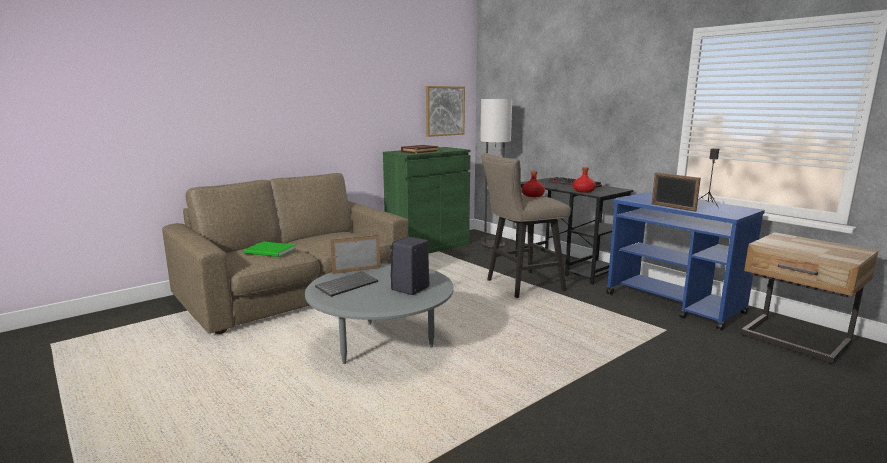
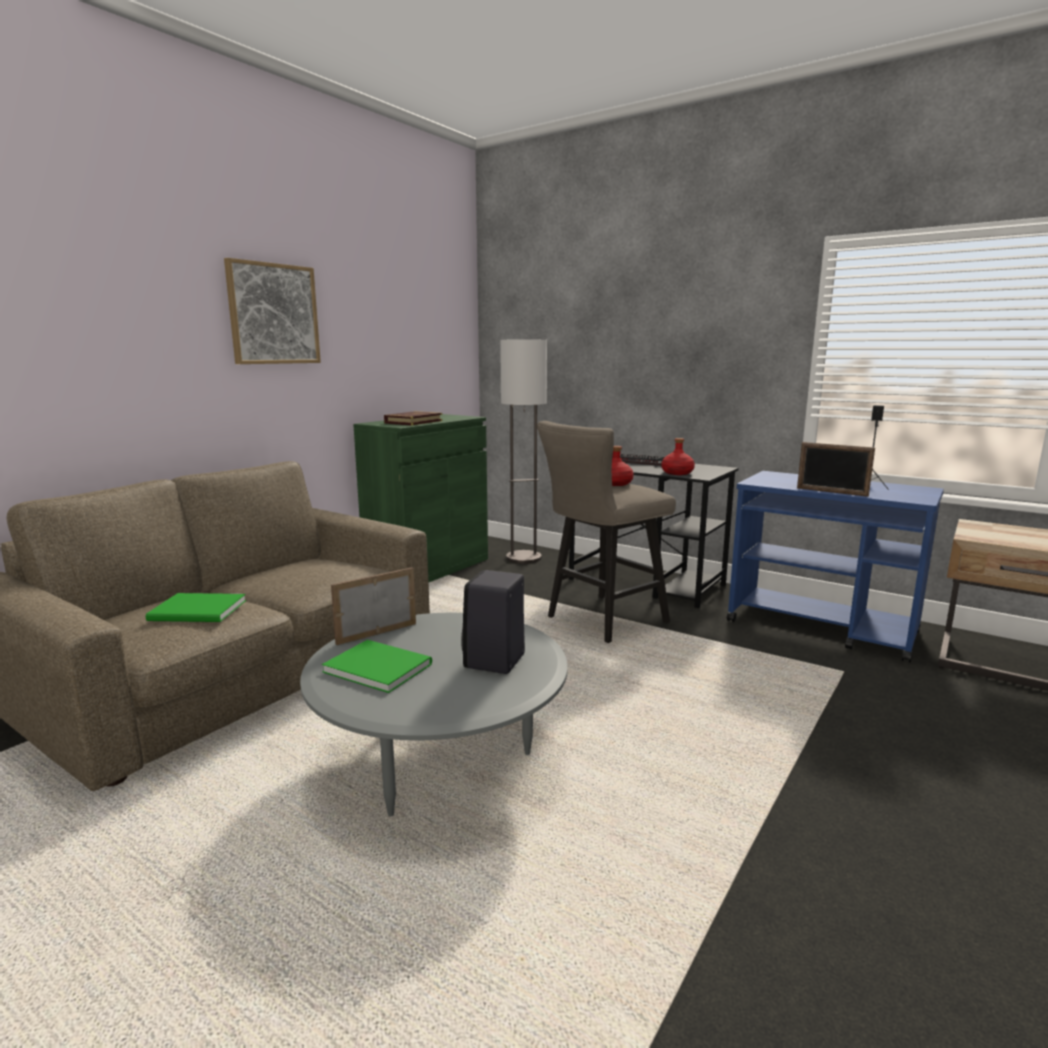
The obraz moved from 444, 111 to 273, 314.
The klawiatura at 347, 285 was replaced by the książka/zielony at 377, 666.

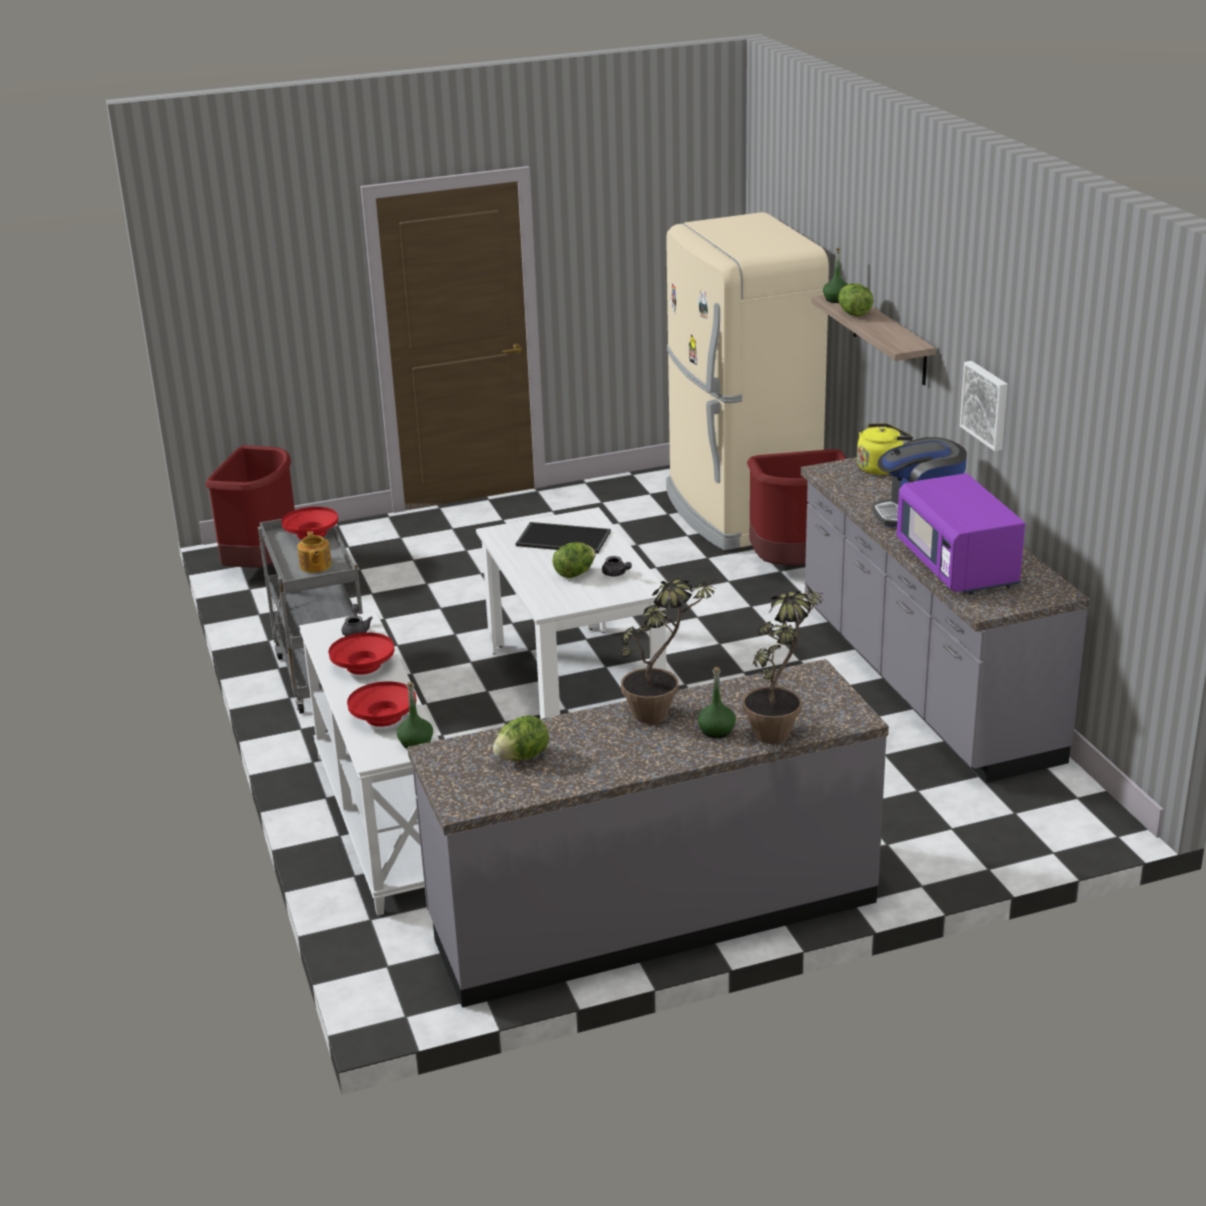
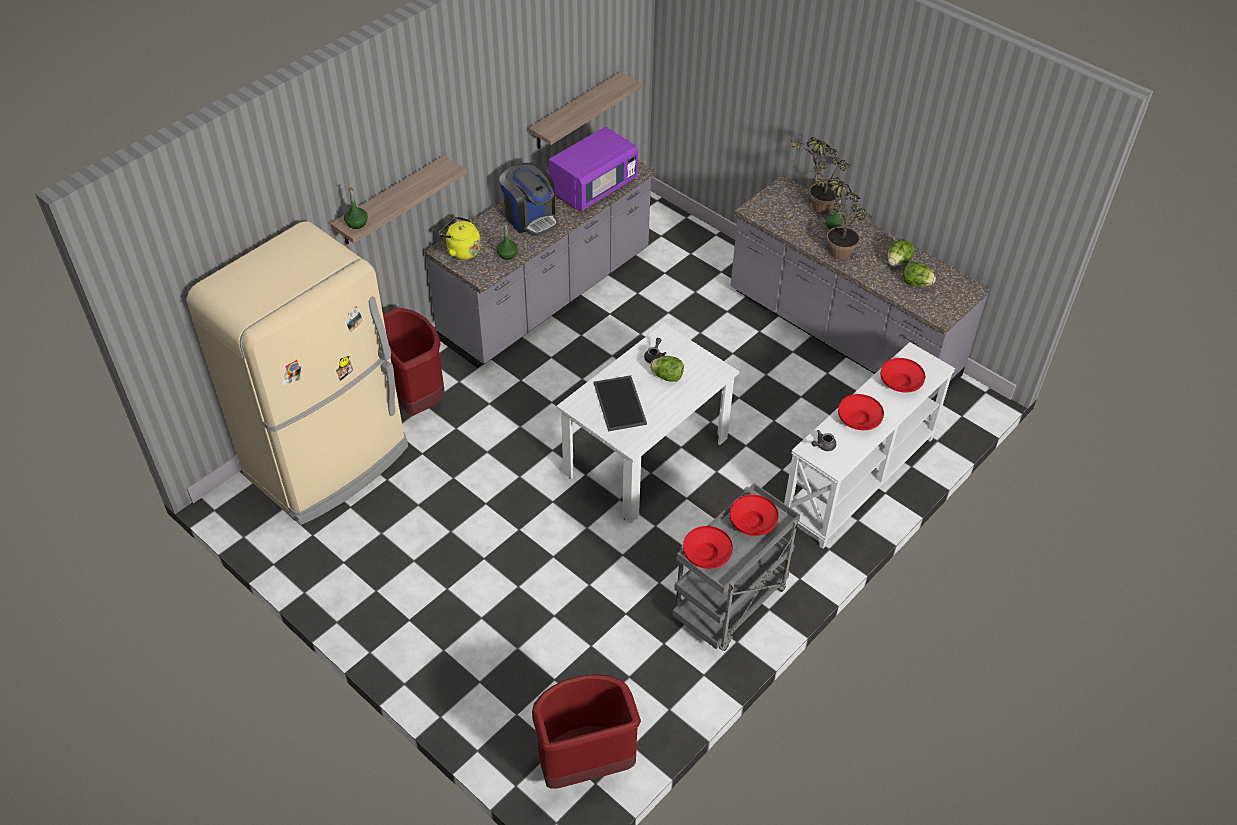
The sałata moved from 854, 314 to 897, 262.
The obraz at 986, 405 disappeared.
The imbryk at 315, 566 was replaced by the miska/czerwony at 752, 523.
The butelka/zielony moved from 416, 743 to 507, 254.
The półka at 575, 112 appeared.

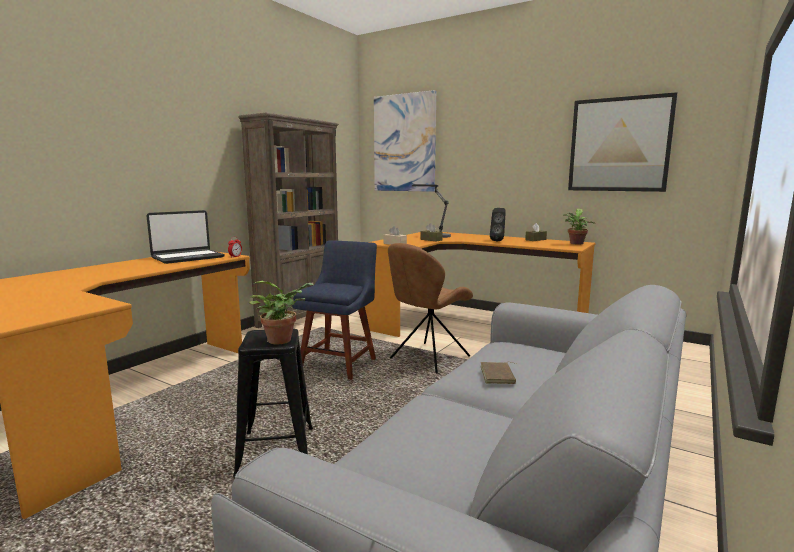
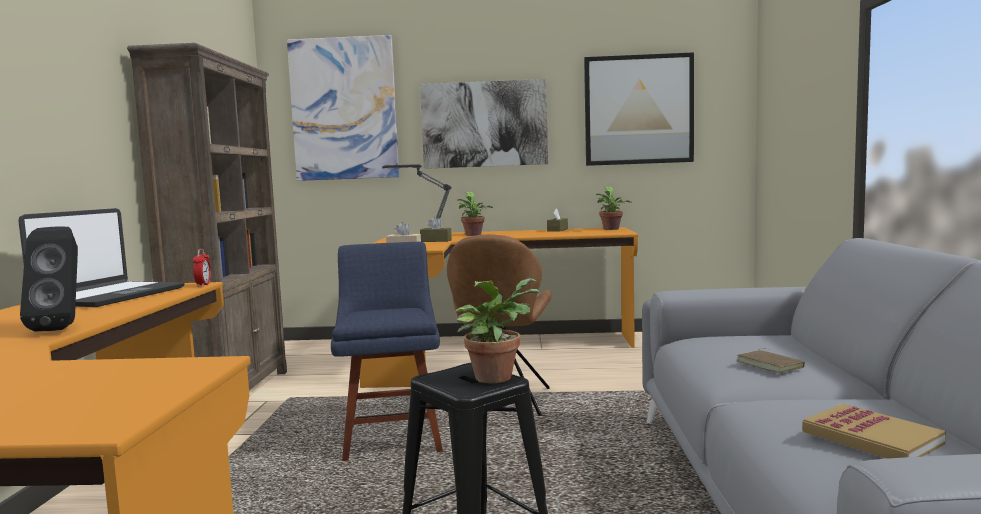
The głośnik/czarny moved from 497, 241 to 62, 328.
The obraz at 484, 124 appeared.
The roślina doniczkowa at 473, 235 appeared.
The książka at 871, 438 appeared.

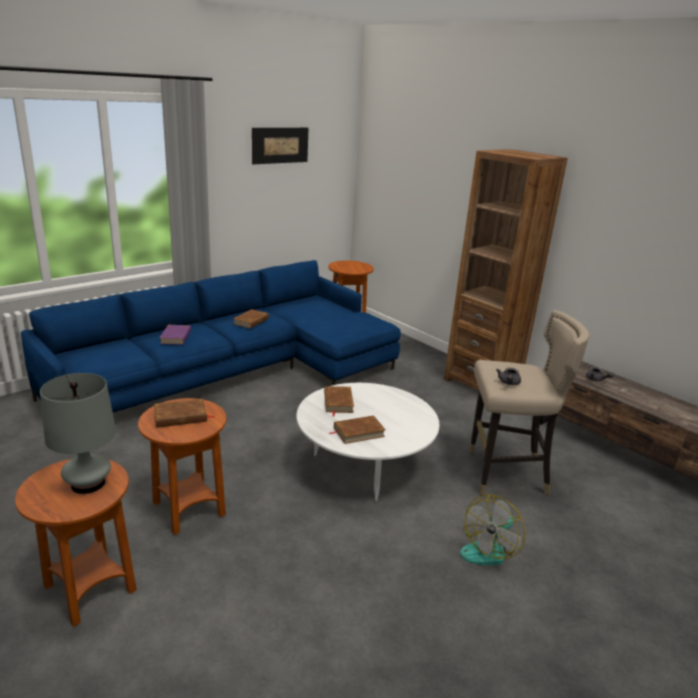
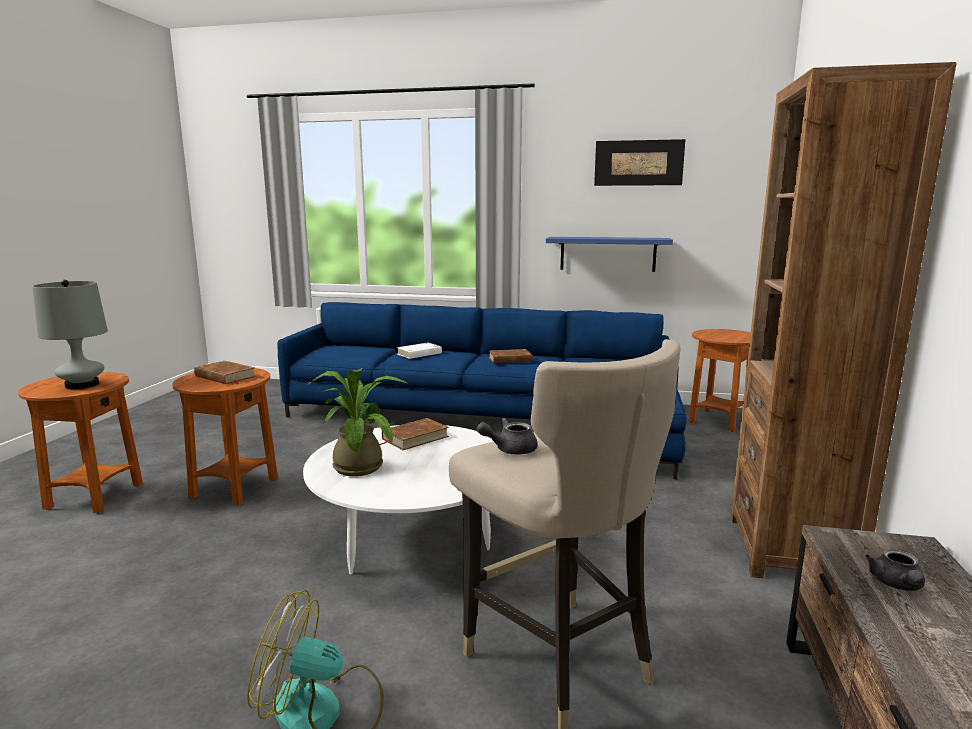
The książka/fioletowy at 176, 337 became the książka/biały at 419, 353.
The książka/brązowy at 358, 432 was replaced by the roślina doniczkowa at 359, 464.
The półka/niebieski at 607, 254 appeared.

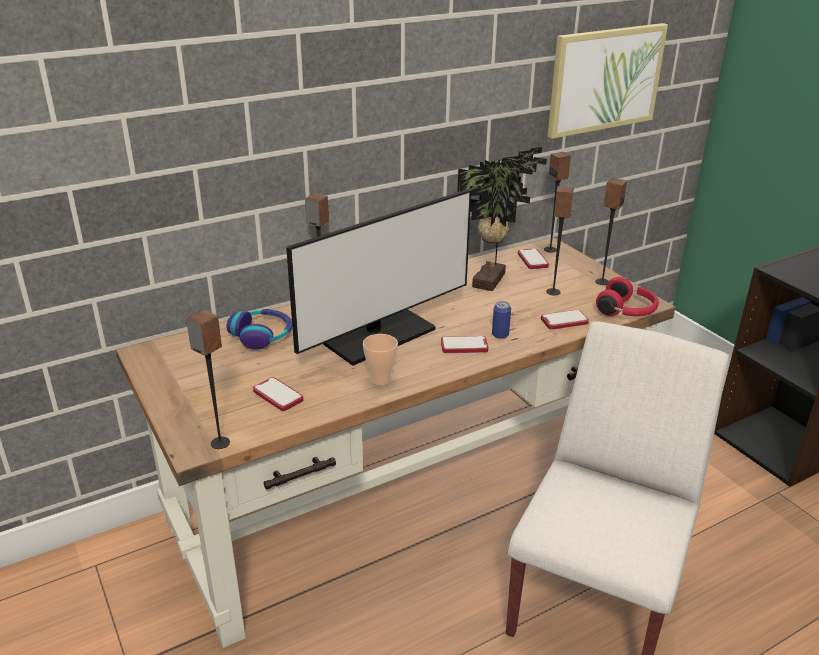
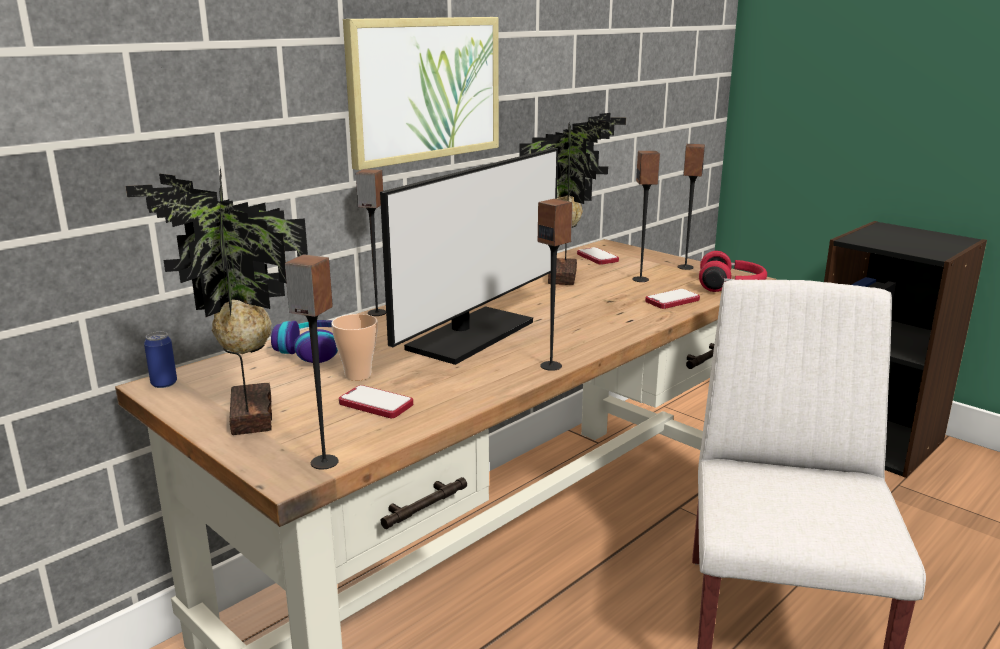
The obraz moved from 605, 79 to 424, 89.
The głośnik moved from 550, 249 to 551, 366.
The puszka moved from 500, 335 to 164, 383.
The filiżanka moved from 380, 380 to 358, 375.
The telefon at 464, 346 disappeared.
The roślina doniczkowa at 246, 418 appeared.

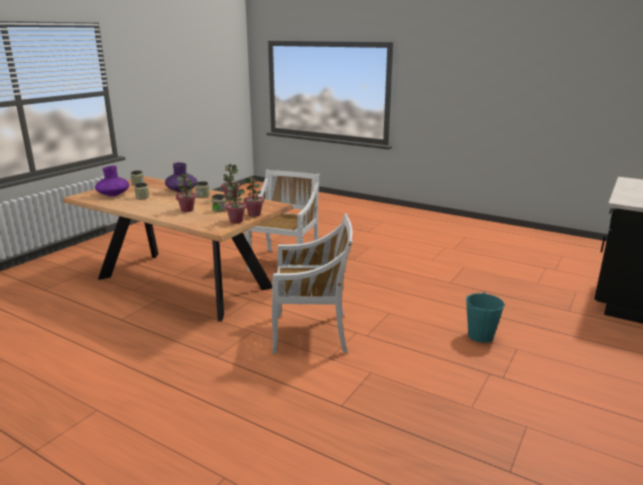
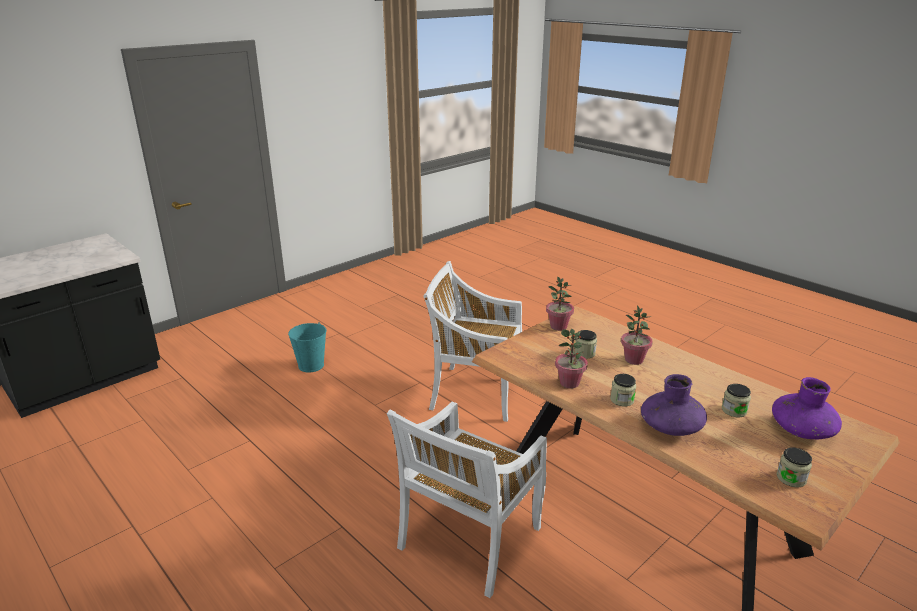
The roślina doniczkowa at 254, 214 disappeared.

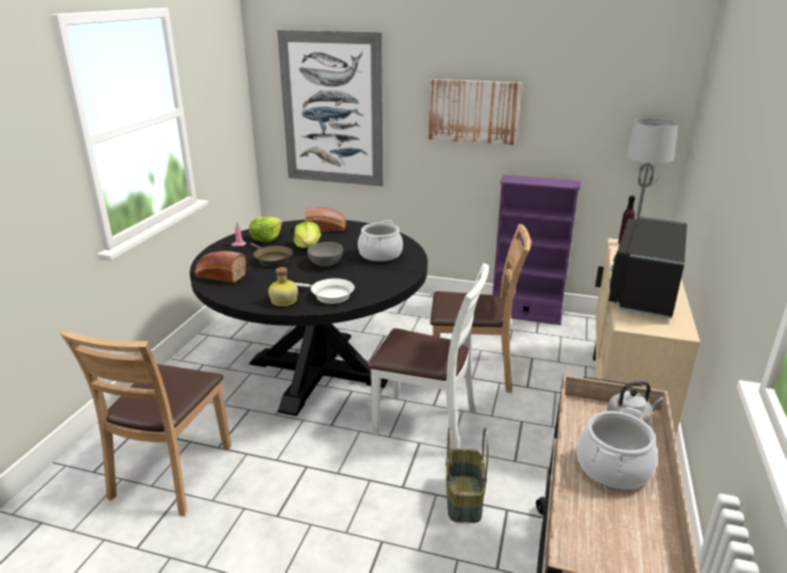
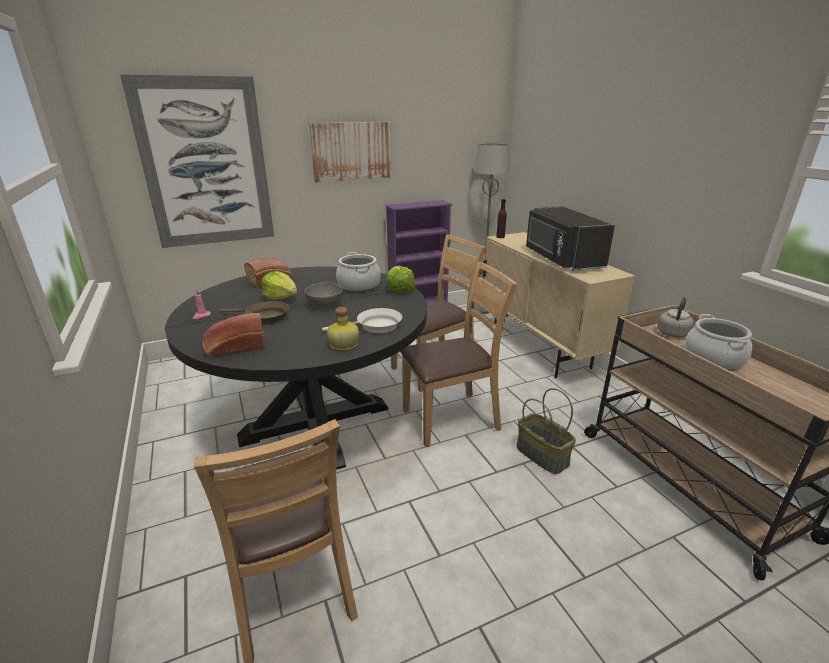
The sałata moved from 266, 238 to 399, 289.
The krzesło/biały at 426, 423 became the krzesło/brązowy at 451, 419.

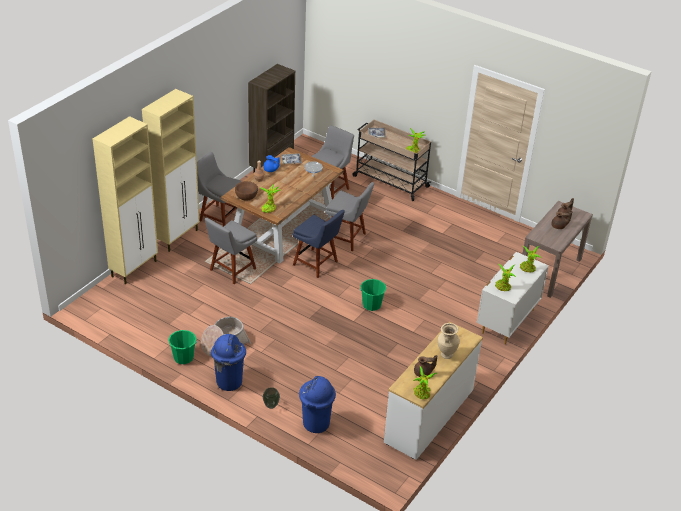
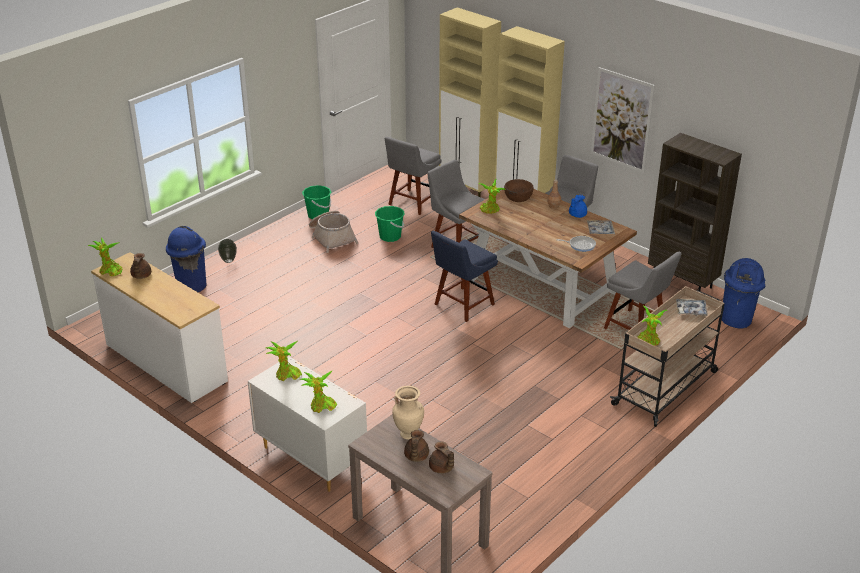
The krzesło/szary moved from 347, 238 to 412, 203.
The wiadro/zielony moved from 371, 305 to 390, 236.
The wazon/beżowy moved from 446, 355 to 408, 434.
The kosz na śmieci/niebieski moved from 229, 381 to 737, 320.
The obraz at 622, 120 appeared.

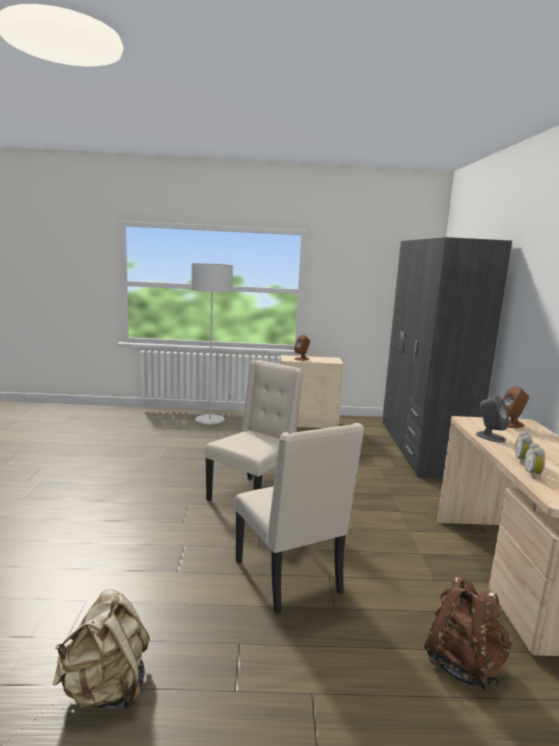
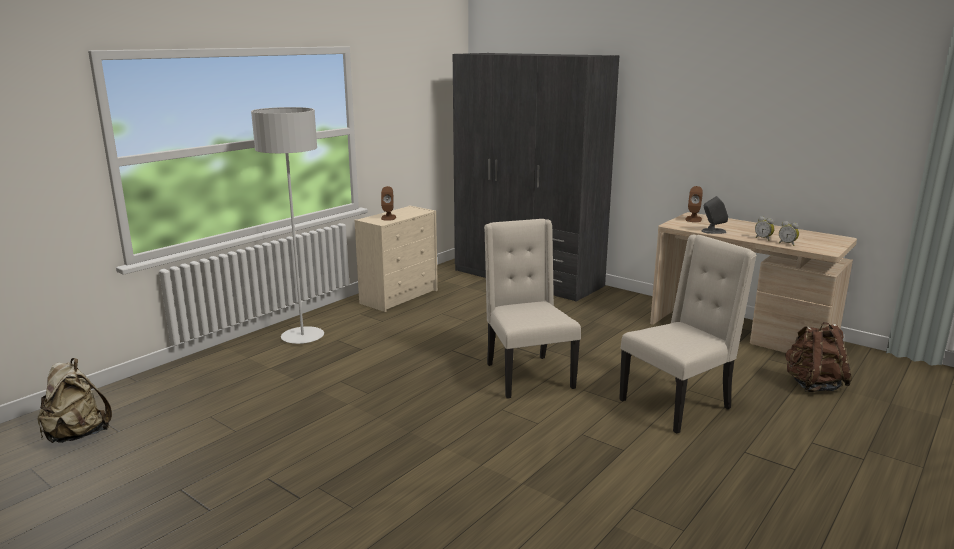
The krzesło/beżowy at 290, 578 turned 45 degrees counterclockwise.
The plecak/beżowy moved from 106, 689 to 77, 435.

